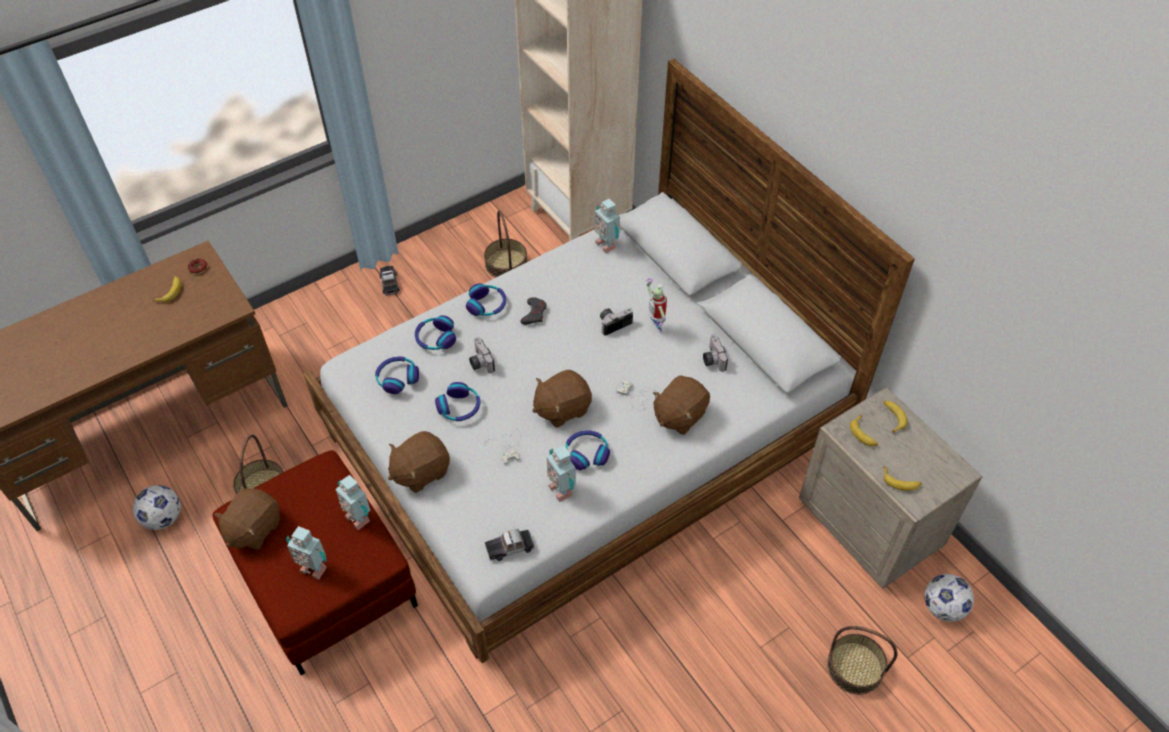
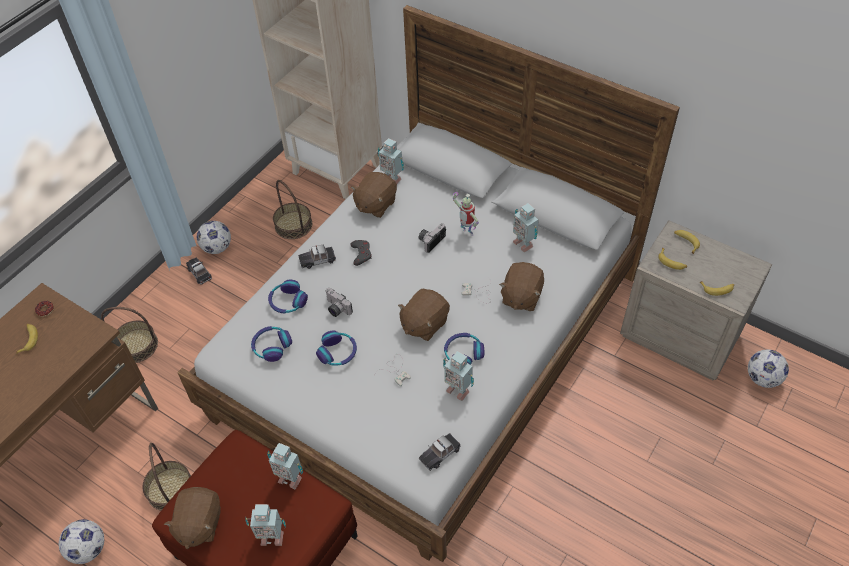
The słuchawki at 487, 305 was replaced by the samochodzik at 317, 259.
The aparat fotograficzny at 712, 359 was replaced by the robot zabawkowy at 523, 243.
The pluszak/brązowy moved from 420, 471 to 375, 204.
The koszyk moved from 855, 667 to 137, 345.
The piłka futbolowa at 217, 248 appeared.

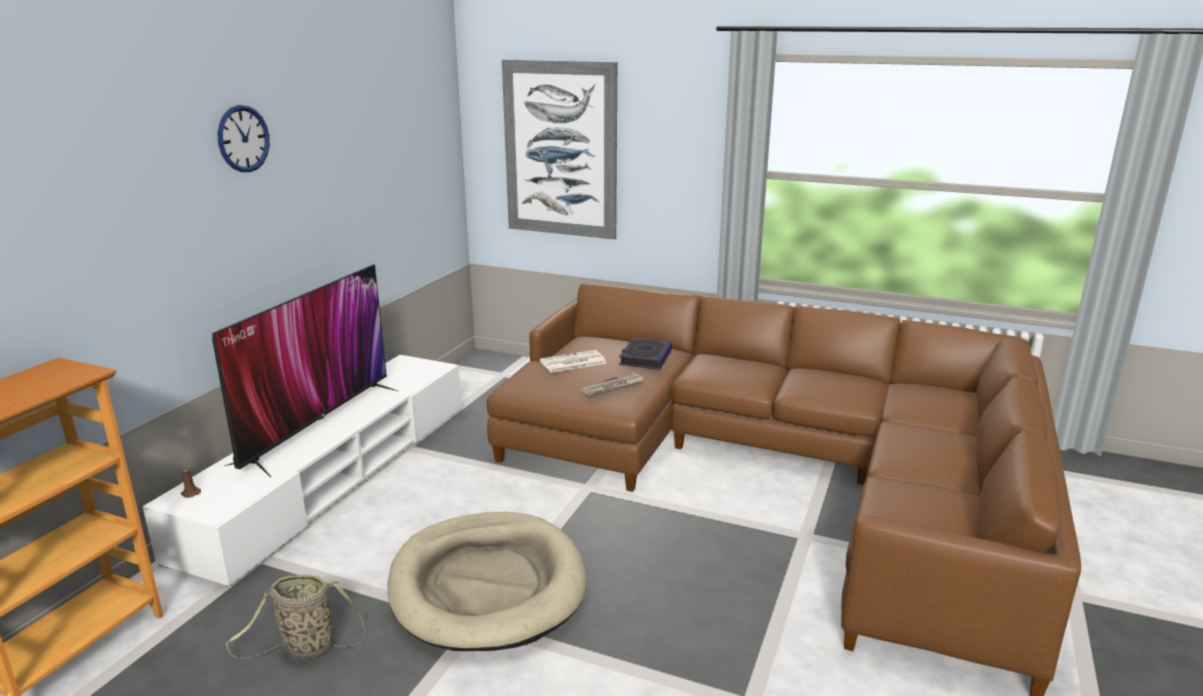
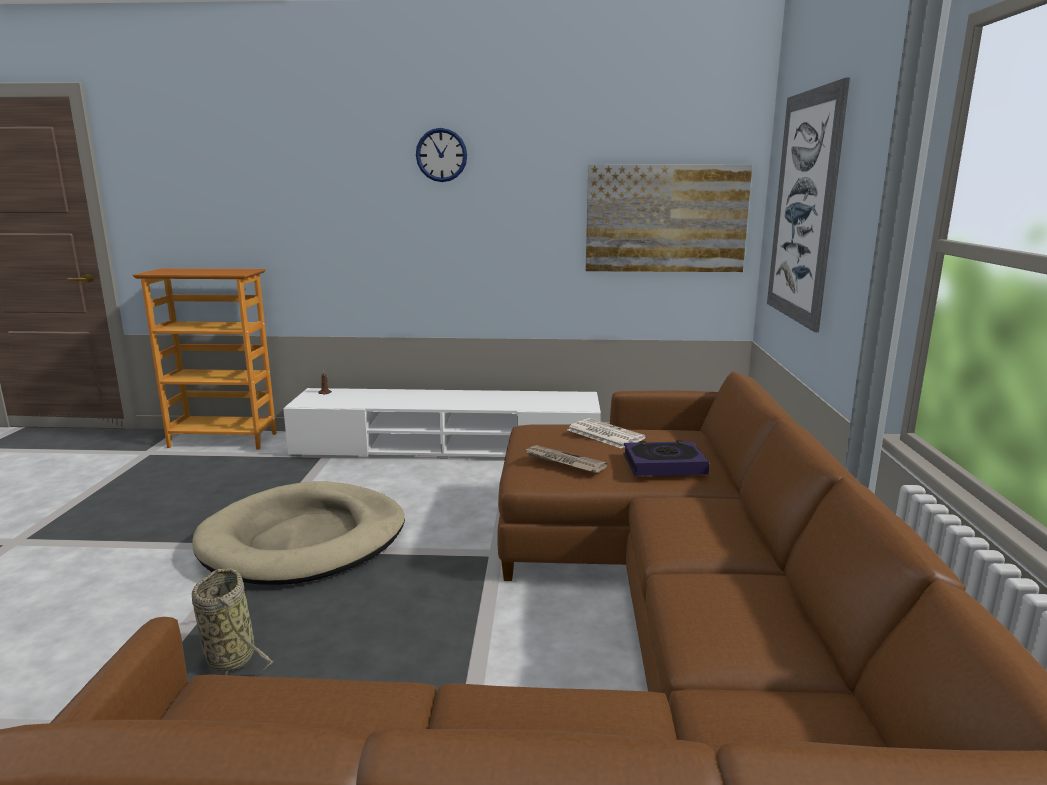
The telewizor at 317, 424 disappeared.
The koszyk moved from 305, 648 to 230, 656.
The obraz at 666, 219 appeared.

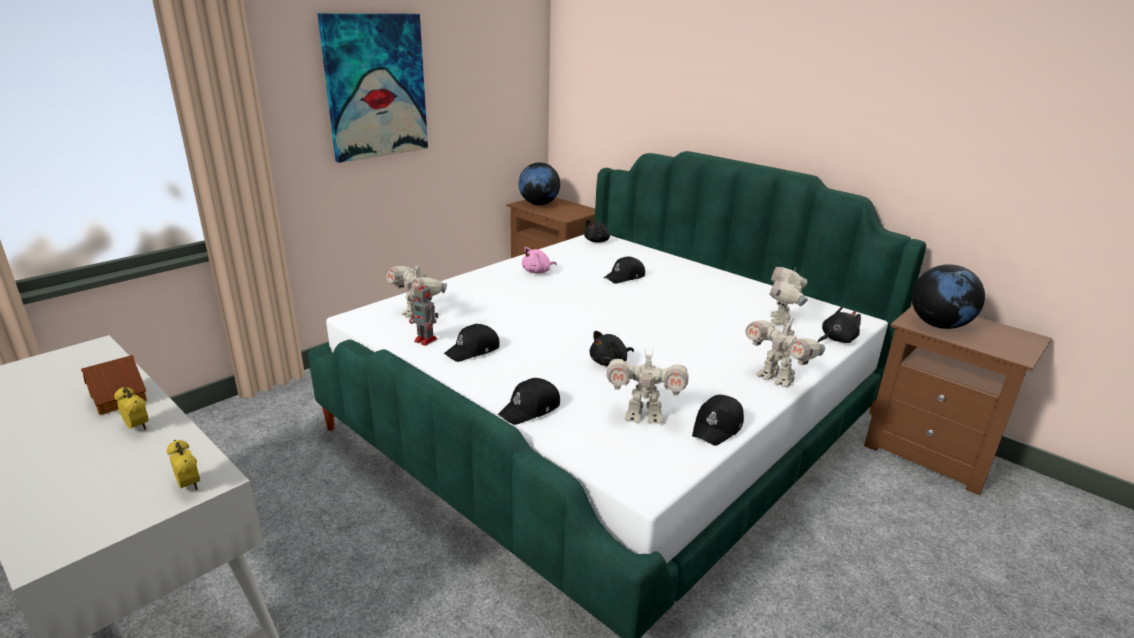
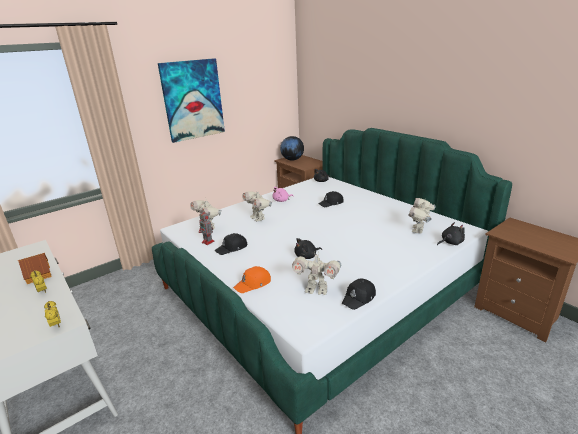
The globus at 939, 325 disappeared.
The robot zabawkowy moved from 776, 378 to 258, 218.
The czapka z daszkiem/czarny at 530, 409 became the czapka z daszkiem/pomarańczowy at 253, 284.

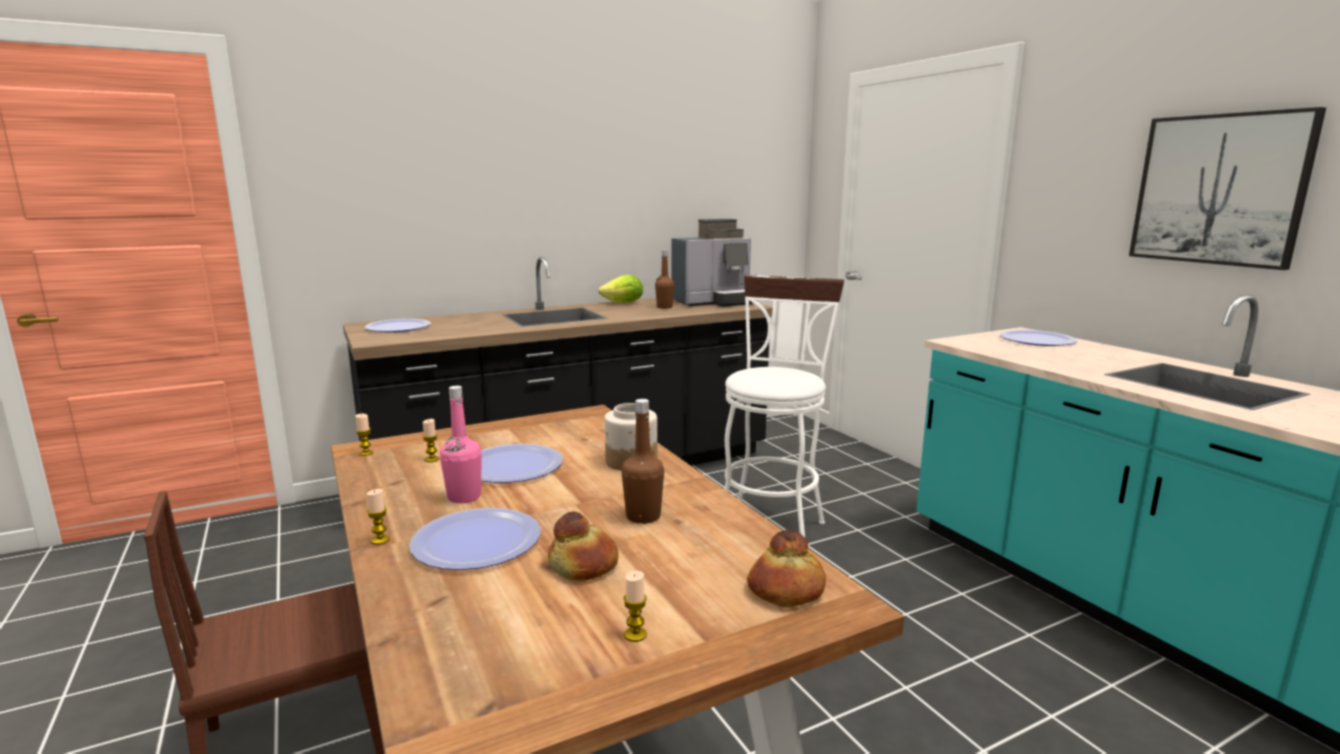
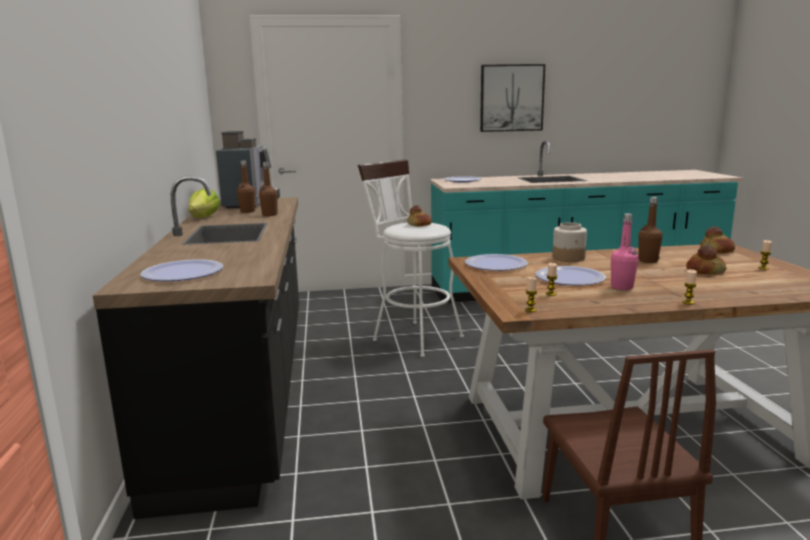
The talerz moved from 476, 541 to 495, 264.
The butelka/brązowy at 269, 215 appeared.
The chleb at 419, 224 appeared.

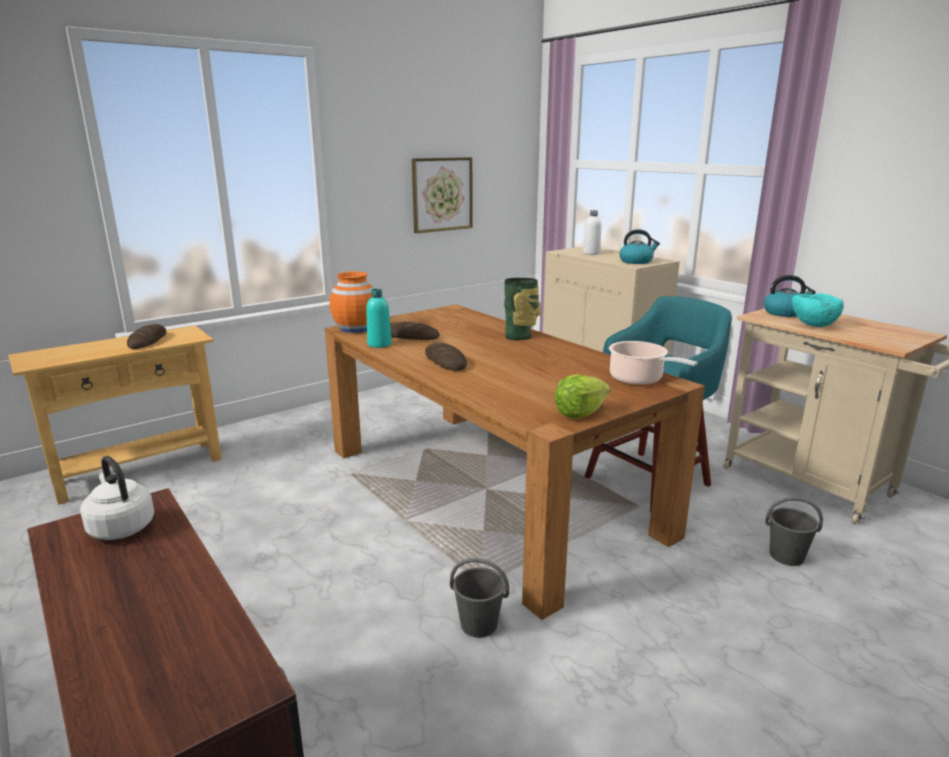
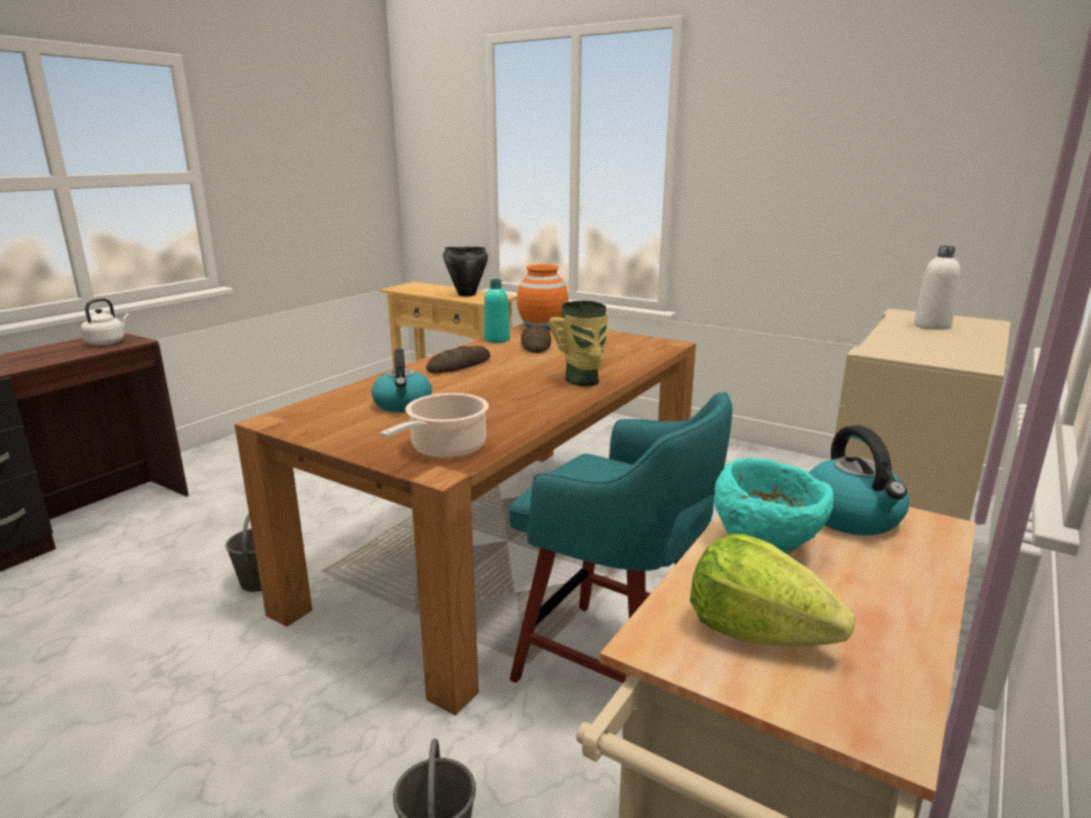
The obraz at 442, 194 disappeared.
The czajnik moved from 636, 261 to 403, 404.
The chleb at 147, 340 was replaced by the garnek/czarny at 466, 294.
The sałata moved from 580, 413 to 757, 632.

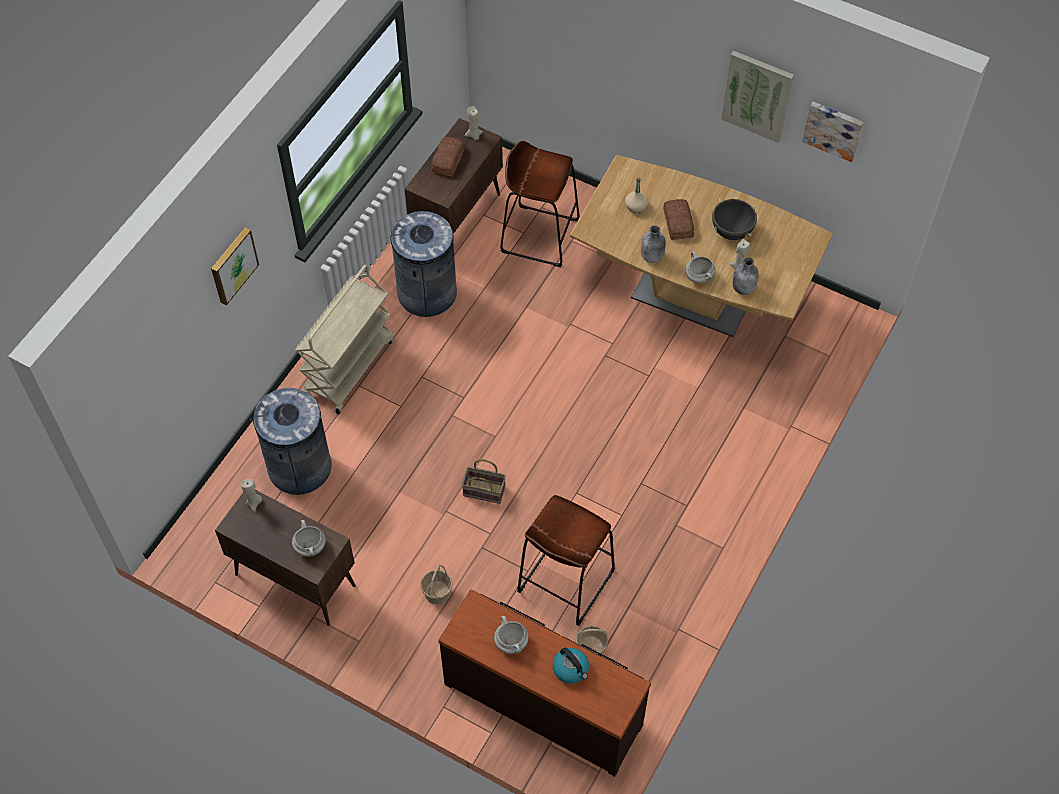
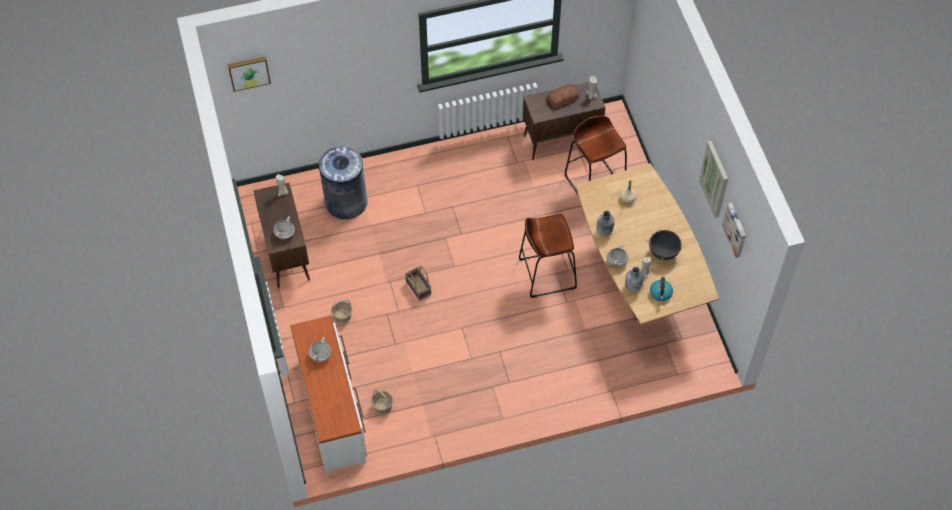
The chleb at 677, 223 disappeared.
The kosz na śmieci/szary at 427, 293 disappeared.
The obraz moved from 232, 265 to 249, 72.
The wózek/beżowy at 349, 366 disappeared.
The stołek/brązowy moved from 565, 581 to 547, 273.
The komoda/brązowy at 544, 702 became the komoda/biały at 333, 410.
The czajnik moved from 571, 669 to 661, 293.

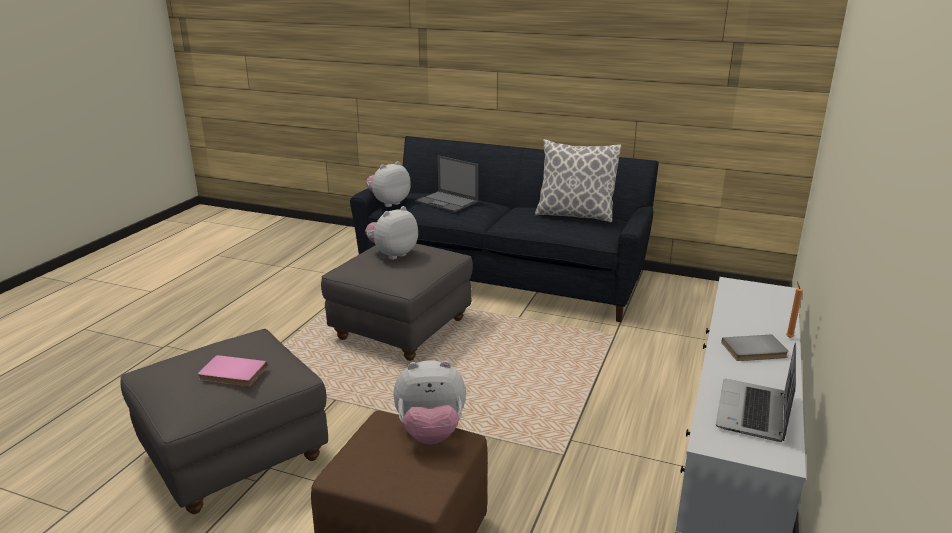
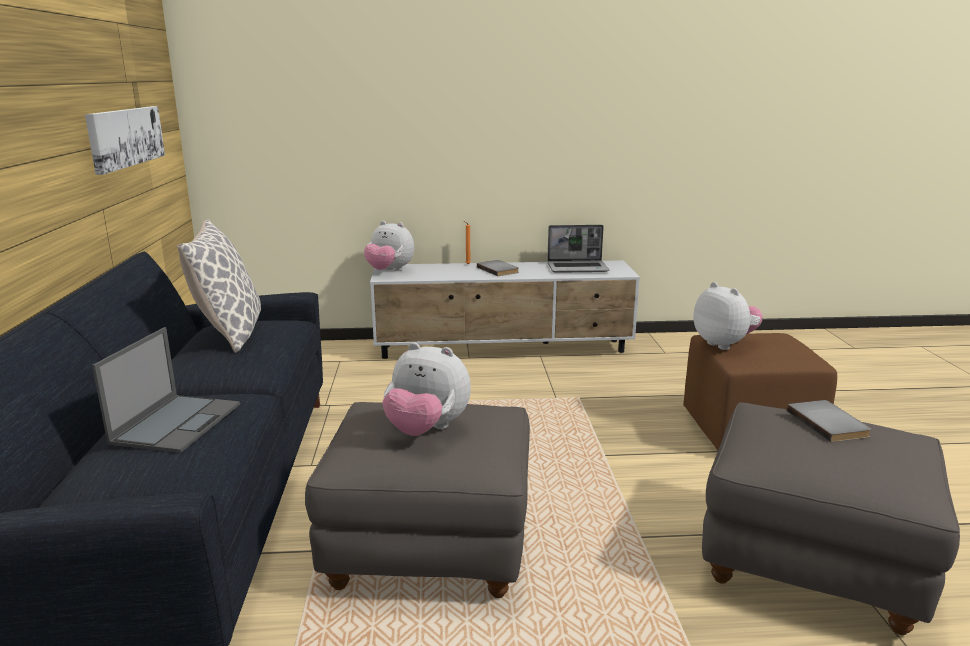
The pluszak moved from 389, 203 to 389, 271.
The książka/różowy at 232, 374 became the książka/szary at 829, 423.
The obraz at 125, 137 appeared.

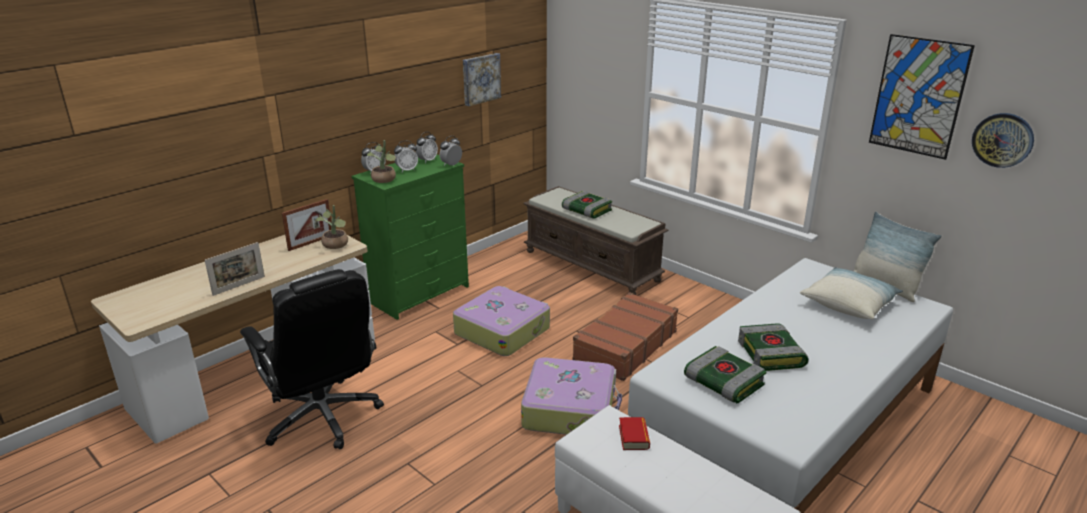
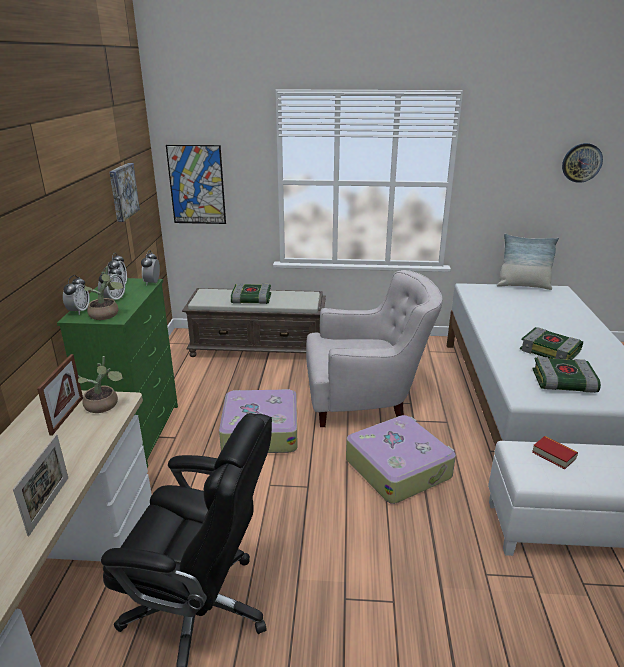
The obraz moved from 918, 96 to 196, 185.
The poduszka at 849, 304 disappeared.
The walizka/brązowy at 624, 346 was replaced by the fotel/biały at 365, 399.

